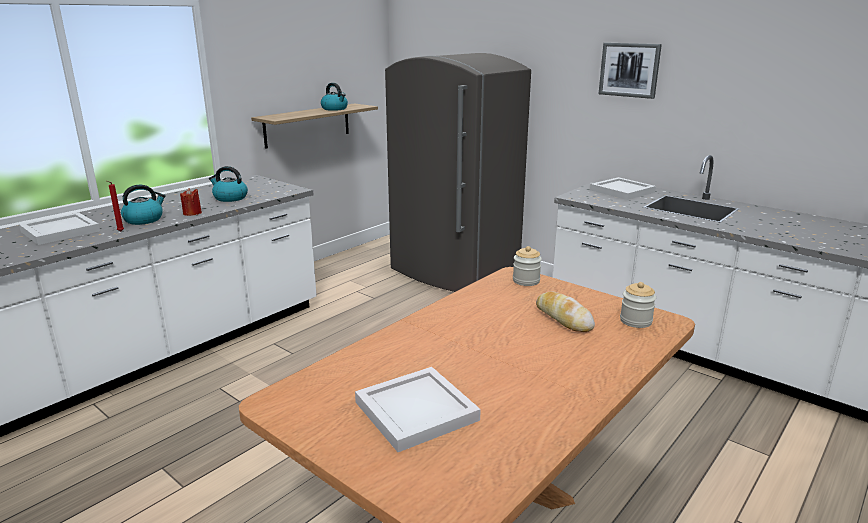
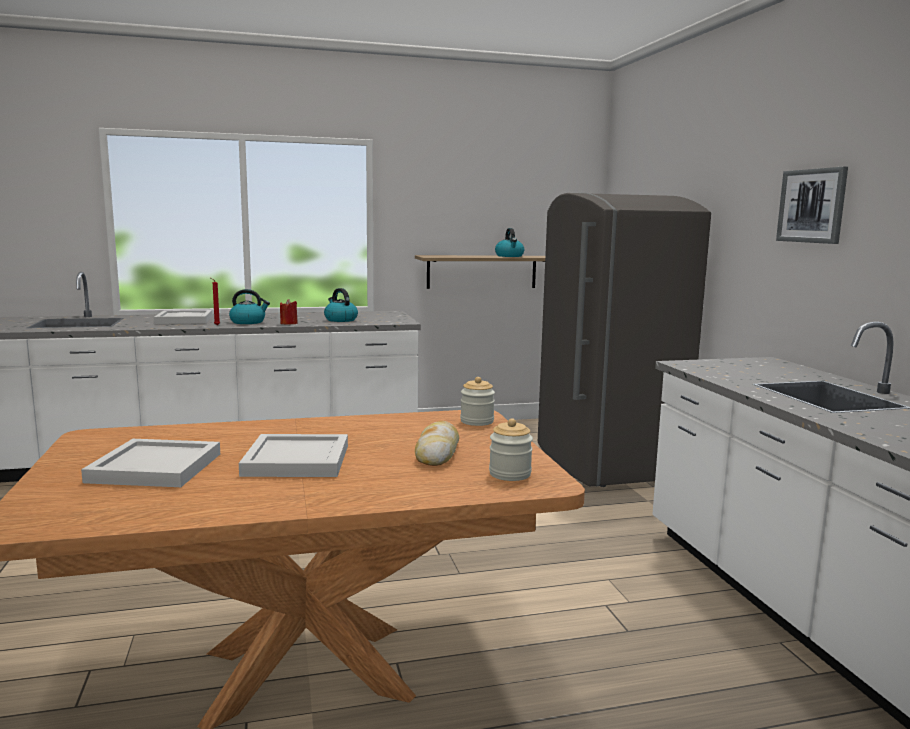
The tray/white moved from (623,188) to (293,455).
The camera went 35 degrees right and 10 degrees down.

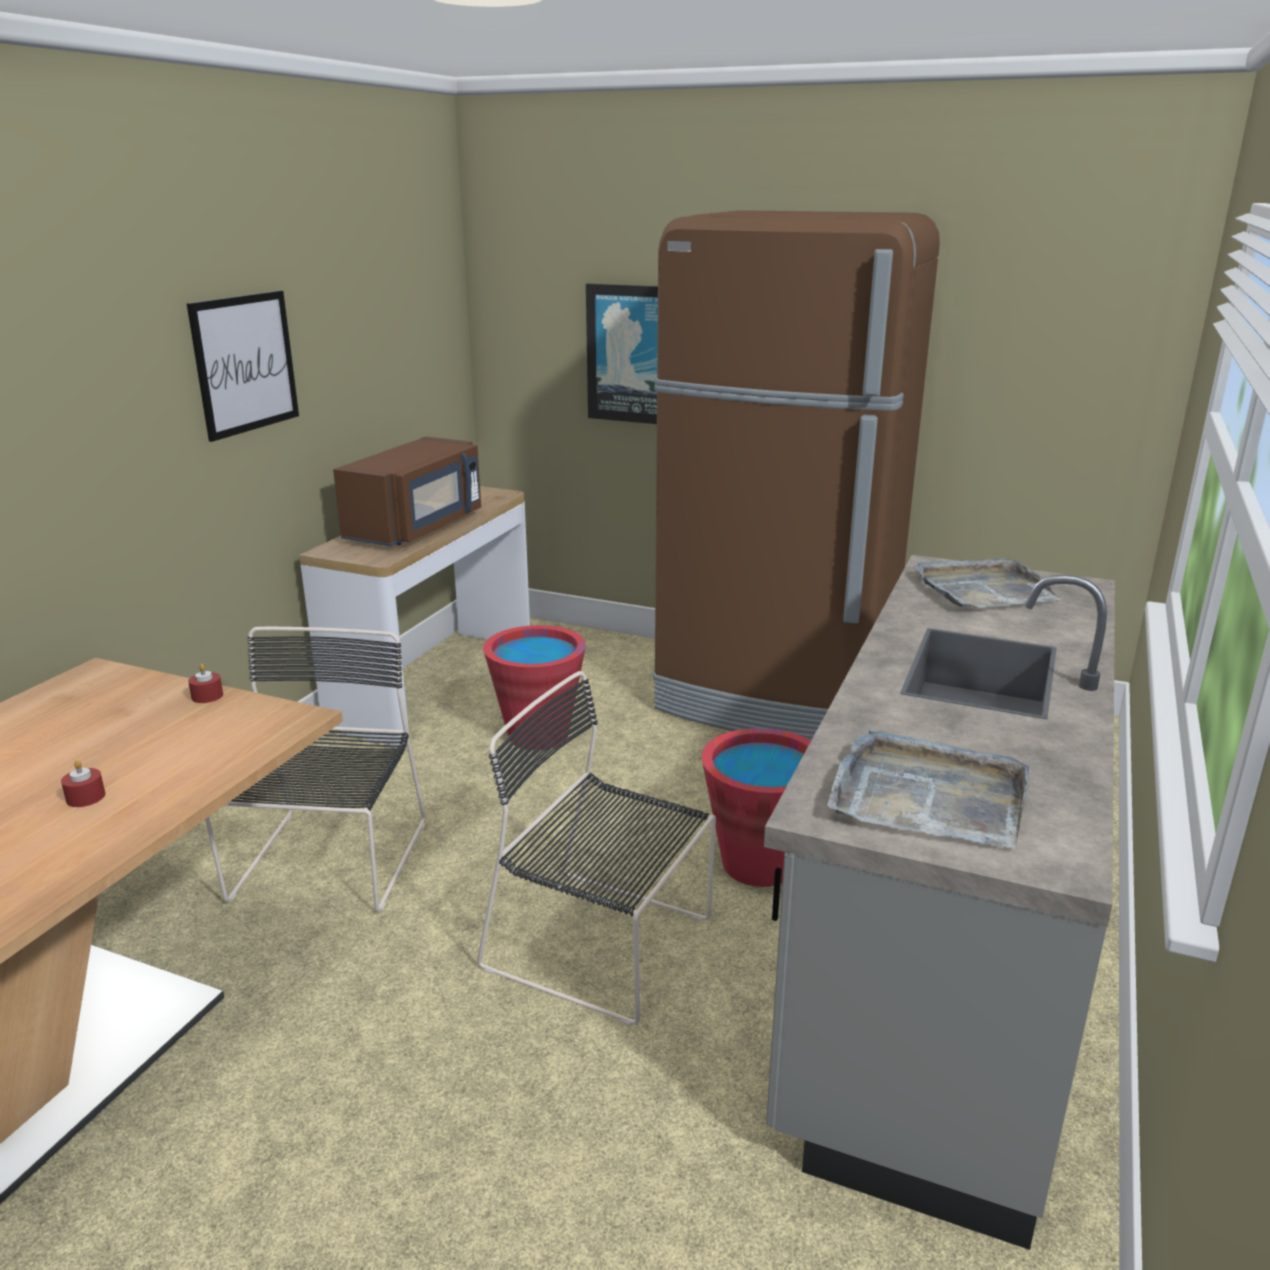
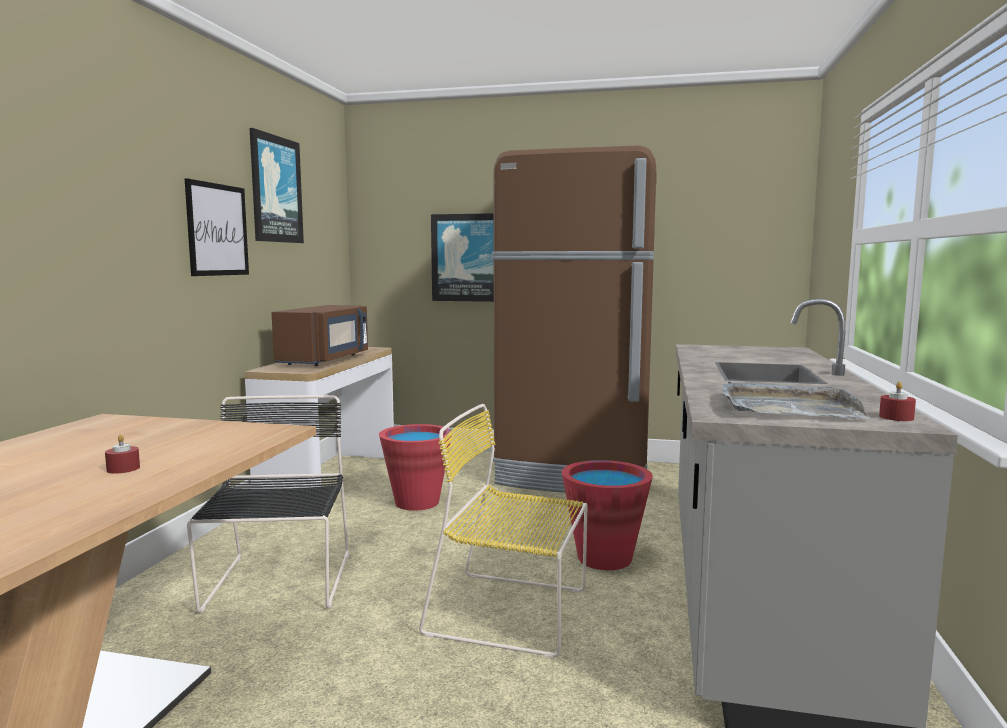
The picture at (277,185) appeared.
The chair/black at (596,848) became the chair/yellow at (503,531).
The candle/red moved from (205,683) to (897,401).
The tray/grey at (988,583) disappeared.
The camera went 10 degrees left and 15 degrees down.

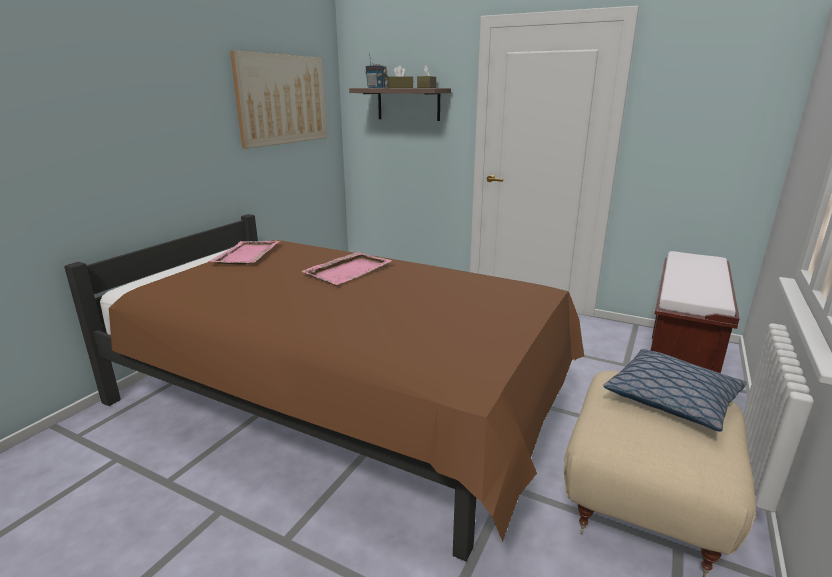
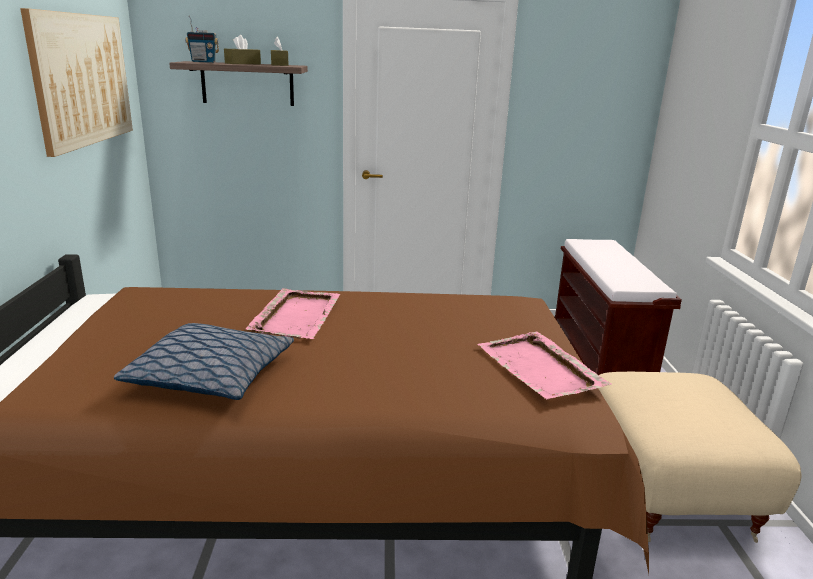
The pillow moved from (675,390) to (204,361).
The tray/pink moved from (244,252) to (544,365).
The camera went 30 degrees left and 0 degrees up.

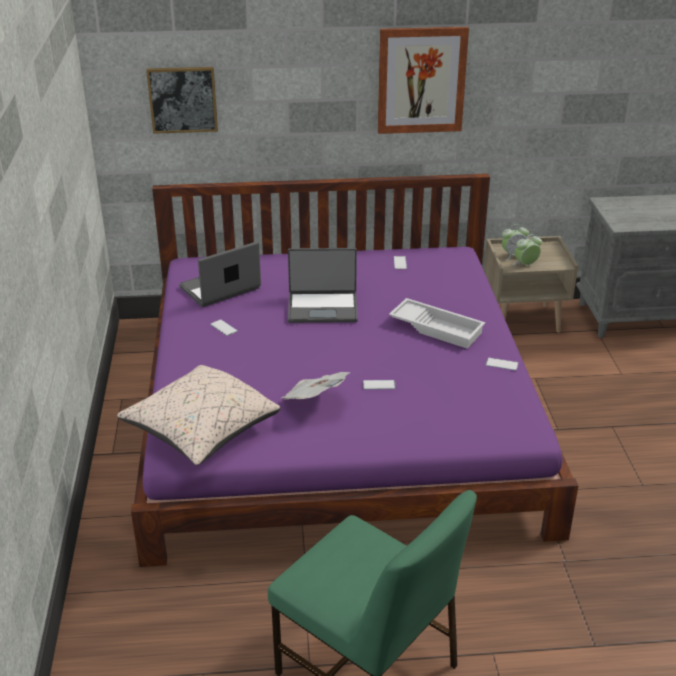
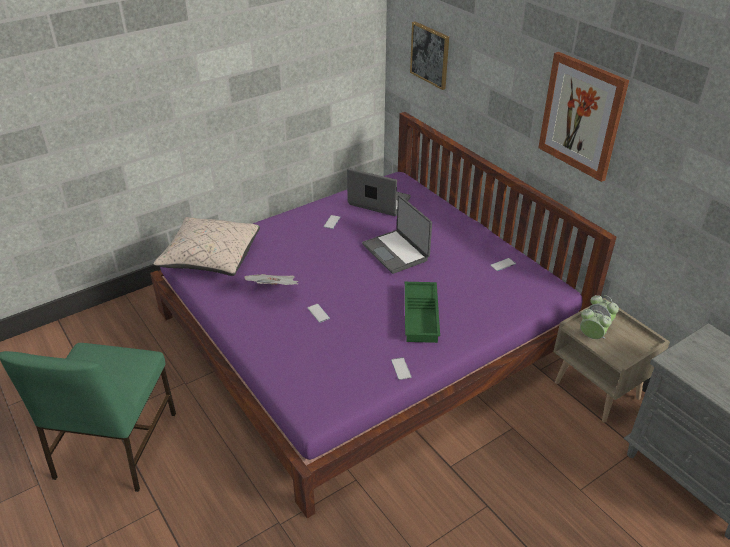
The tray/white at (437,323) became the tray/green at (422,312).
The camera went 60 degrees right and 5 degrees up.

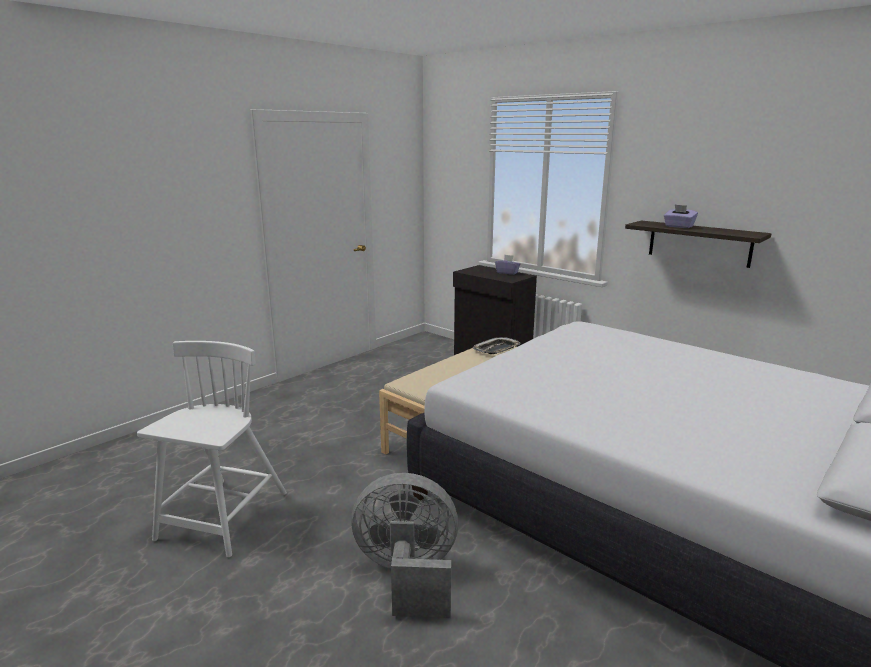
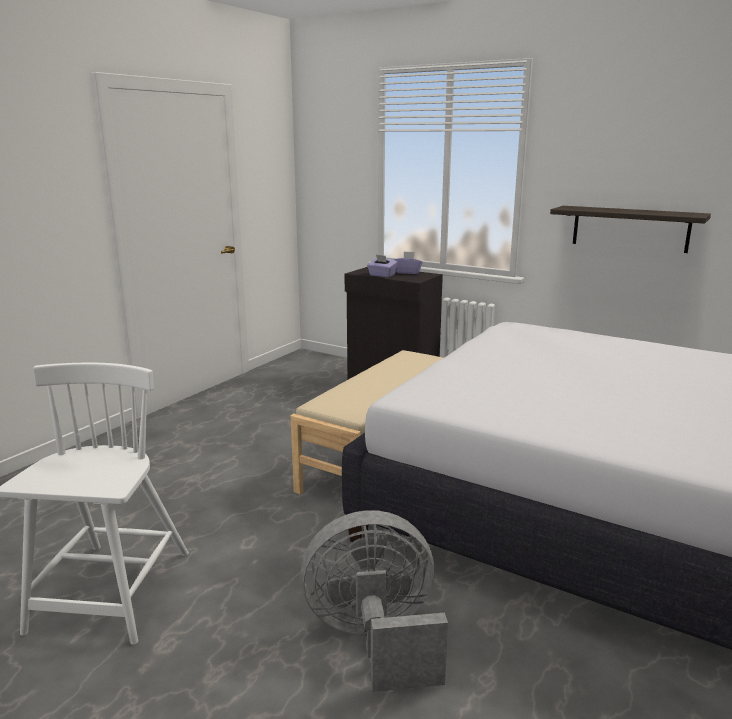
The tissue box/purple moved from (681,216) to (382,266).
The tray at (496,345) disappeared.
The camera went 10 degrees left and 0 degrees up.

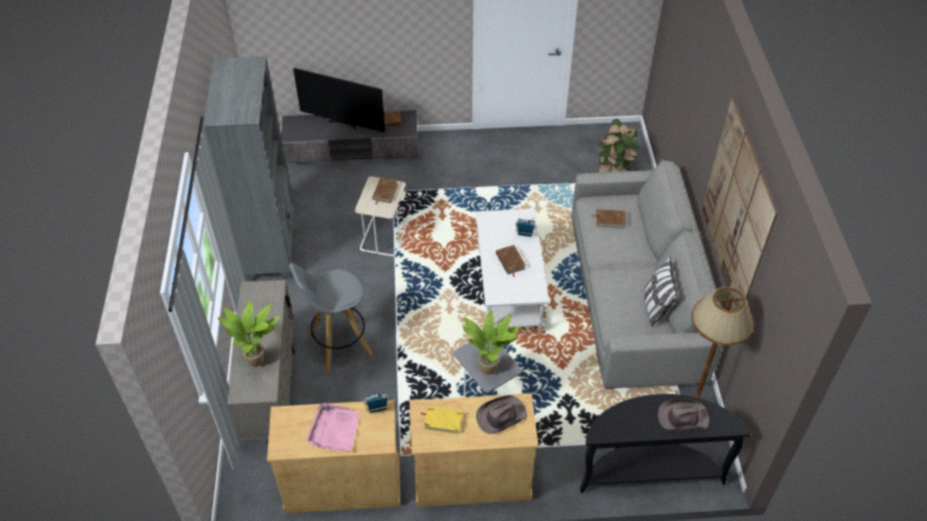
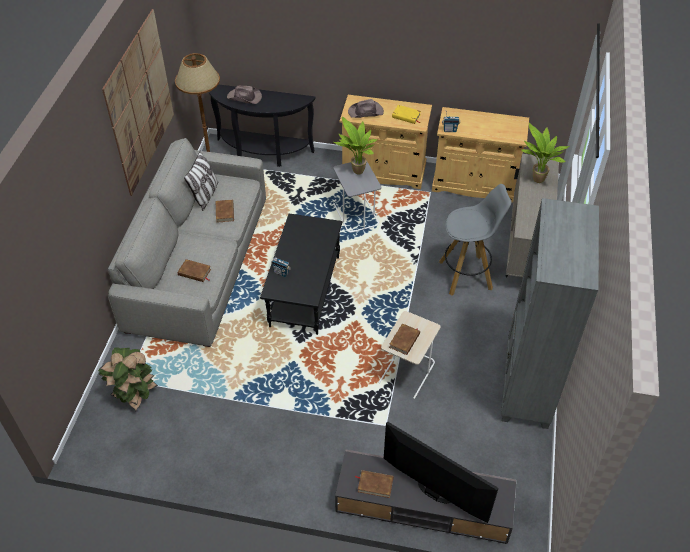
The book/brown moved from (511,261) to (225,211).
The coffee table/white at (512,271) became the coffee table/black at (301,274).
The tray/pink at (332,427) disappeared.
The camera went 165 degrees left and 0 degrees up.

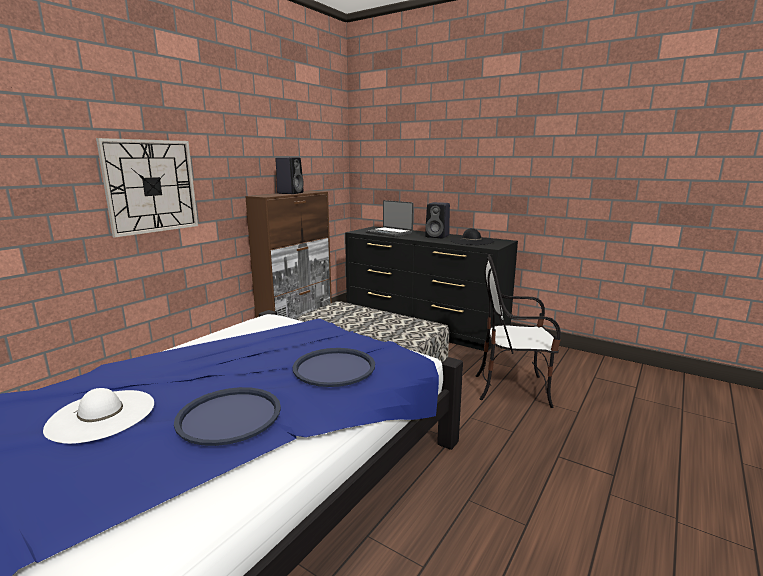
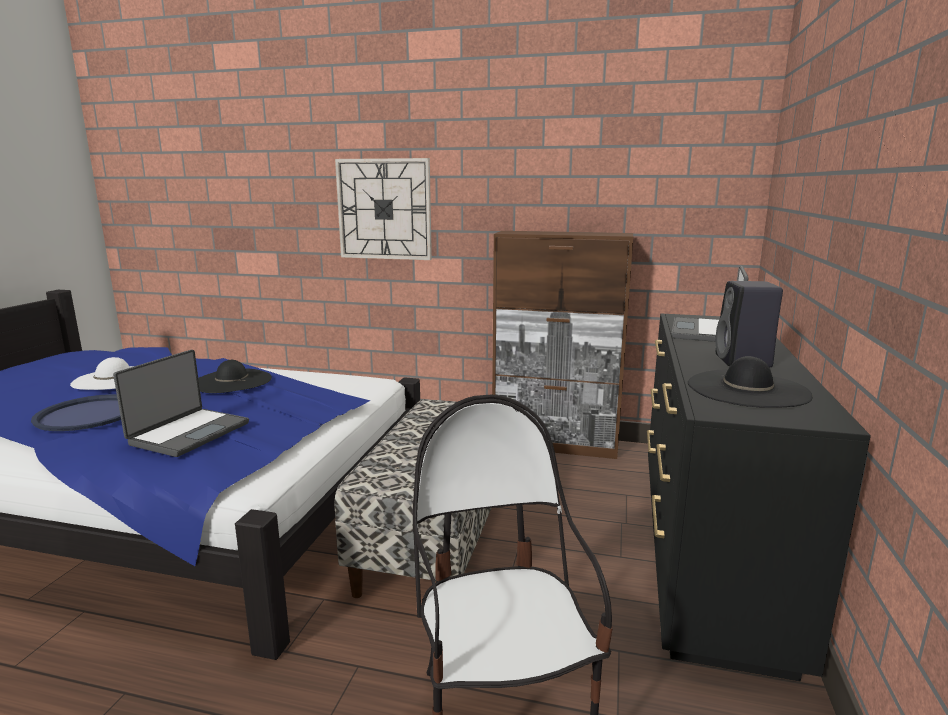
The tray/blue at (334,367) was replaced by the laptop at (181,403).
The hat/black at (235,376) appeared.
The speaker/black at (289,175) disappeared.
The camera went 70 degrees right and 0 degrees up.

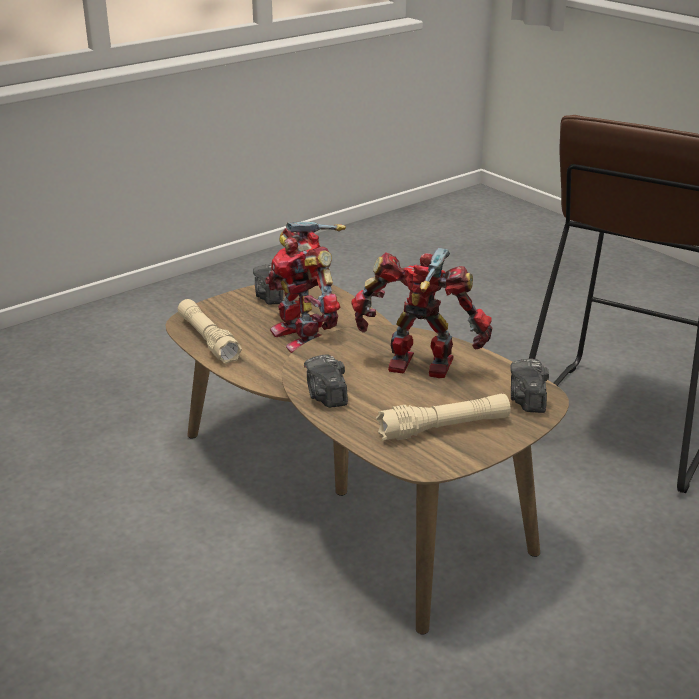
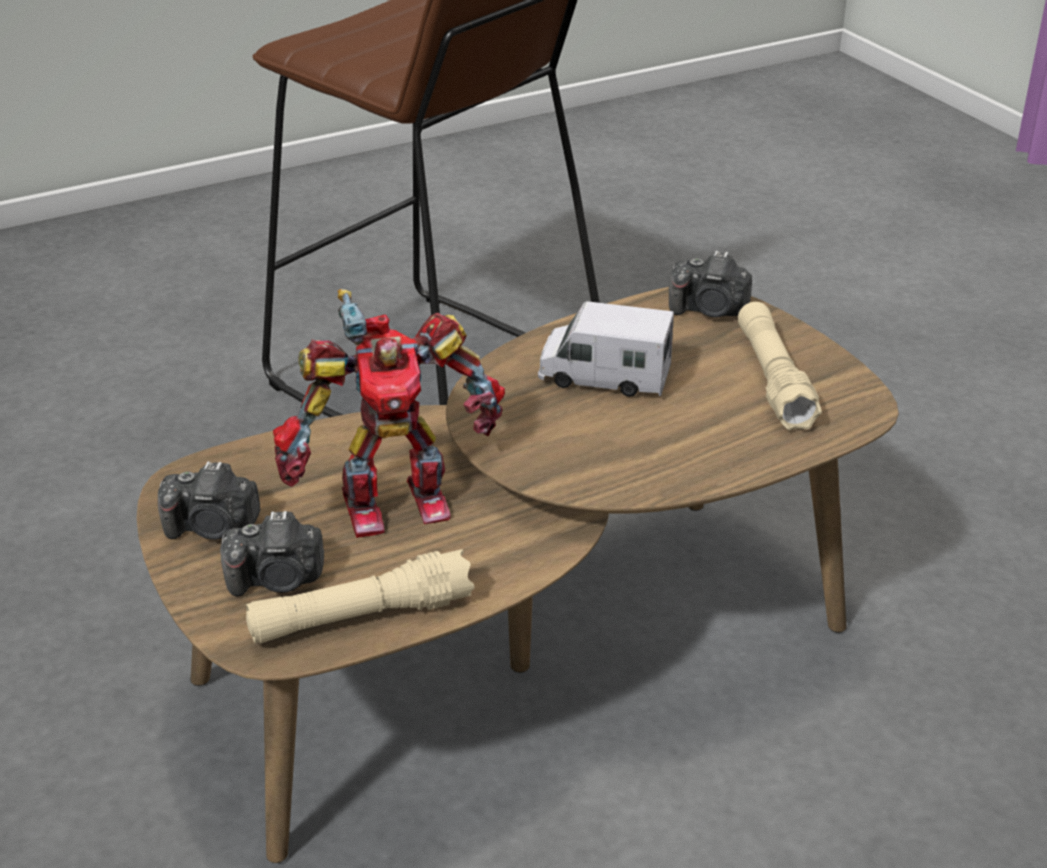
The photo camera moved from (326,381) to (272,553).
The toy robot at (421,313) was replaced by the toy truck at (606,349).
The camera went 80 degrees left and 5 degrees up.

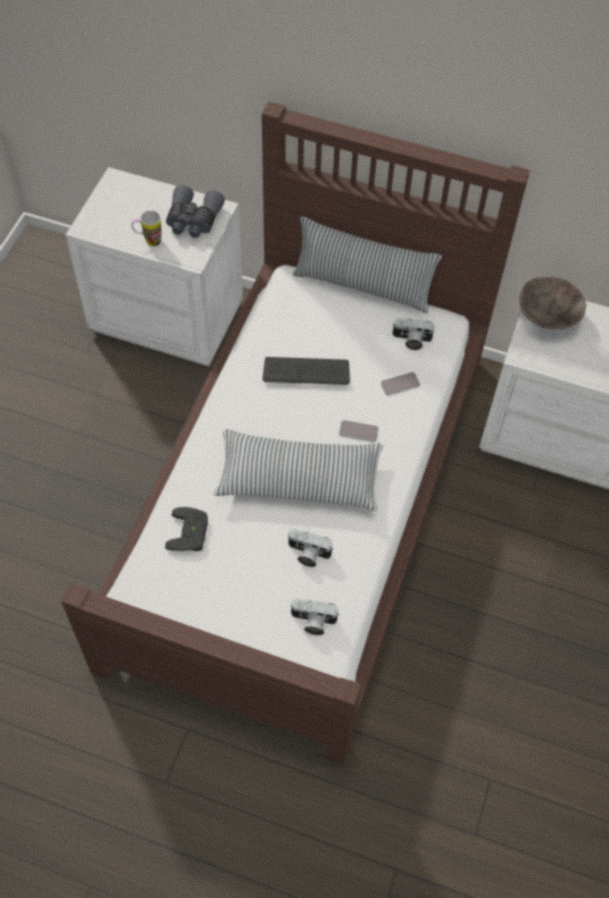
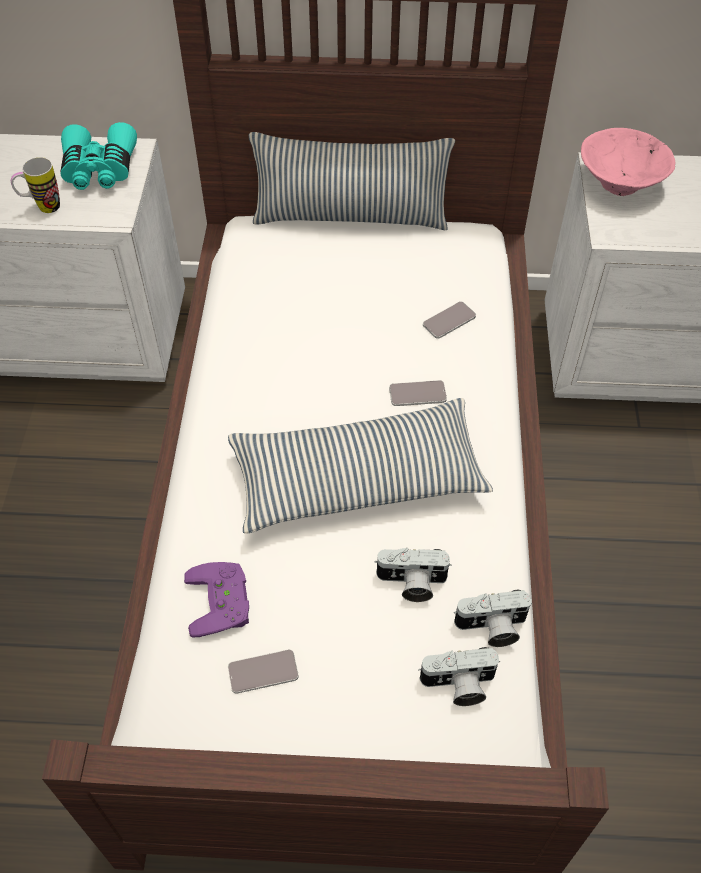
The binoculars/grey at (195,211) became the binoculars/turquoise at (98,156).
The game controller/black at (186,529) became the game controller/purple at (216,600).
The phone at (263,671) appeared.
The photo camera moved from (413,334) to (493,618).
The bowl/brown at (552,302) became the bowl/pink at (628,162).
The keyboard at (306,371) disappeared.
The camera went 15 degrees left and 5 degrees down.

